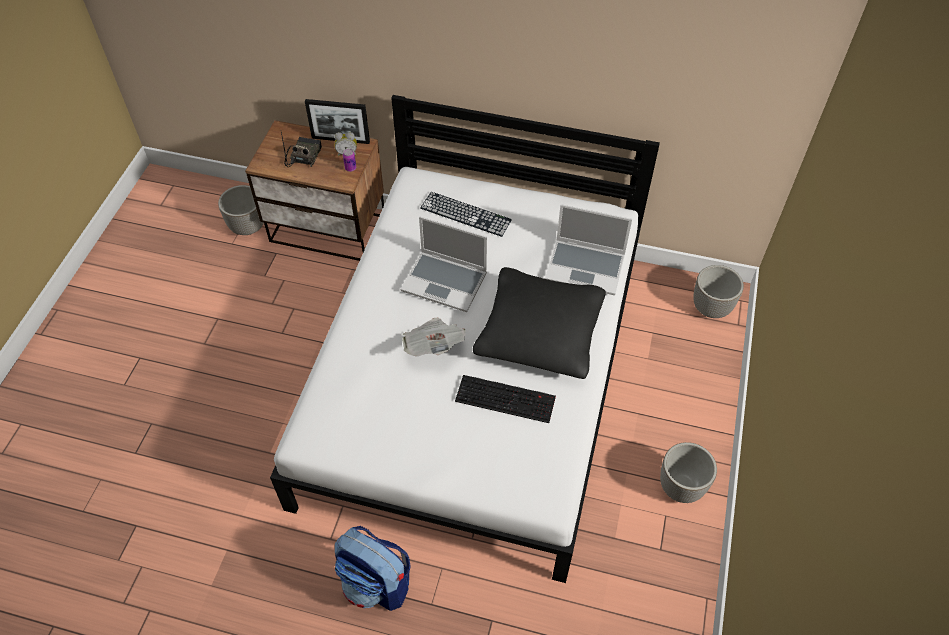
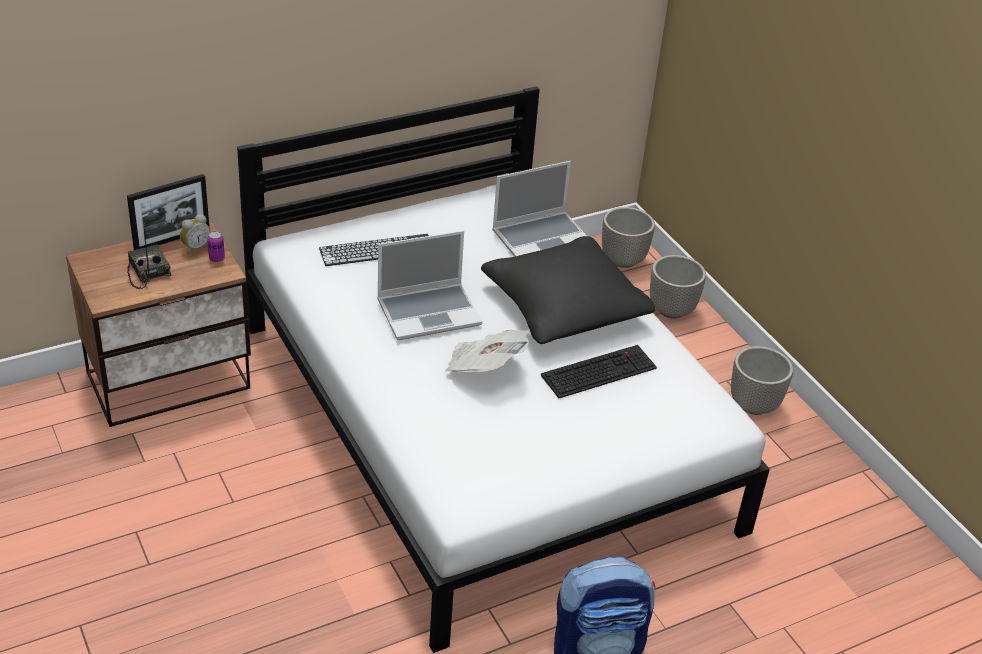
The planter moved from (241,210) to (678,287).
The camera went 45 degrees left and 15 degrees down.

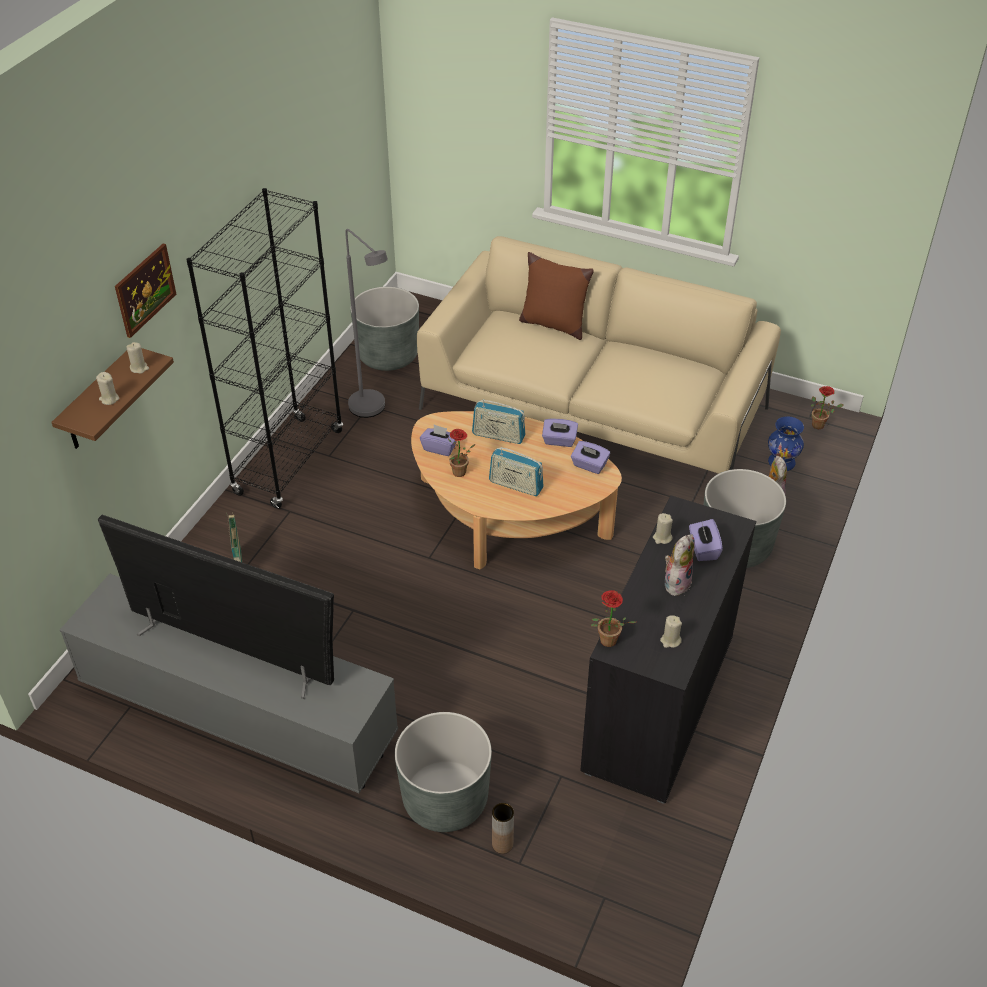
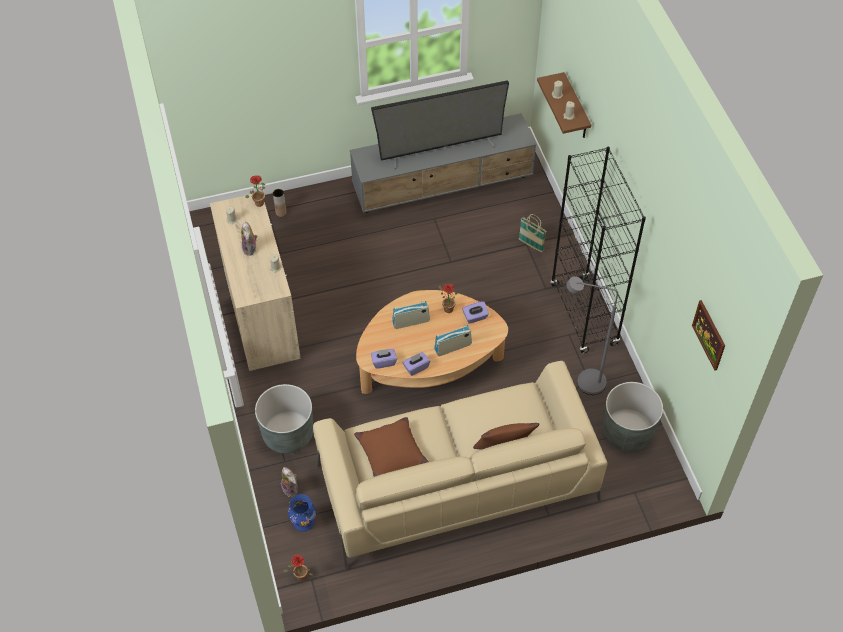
The cabinet/black at (668,649) became the cabinet/beige at (255,283).
The pillow/brown at (391,447) appeared.
The picture moved from (145,290) to (708,335).
The planter/grey at (443,772) disappeared.
The tissue box/purple at (706,540) disappeared.
The camera went 140 degrees right and 10 degrees up.

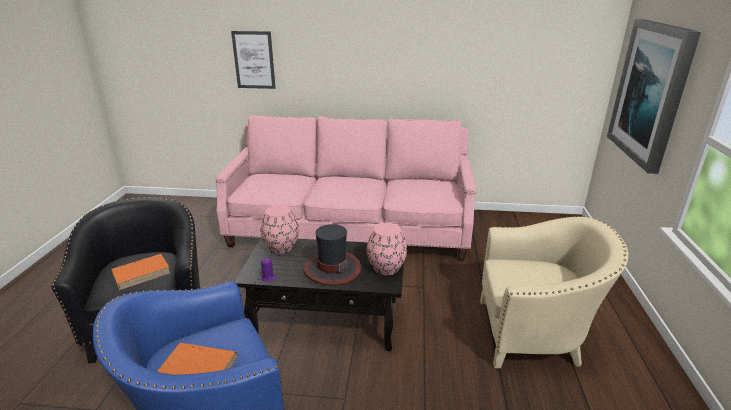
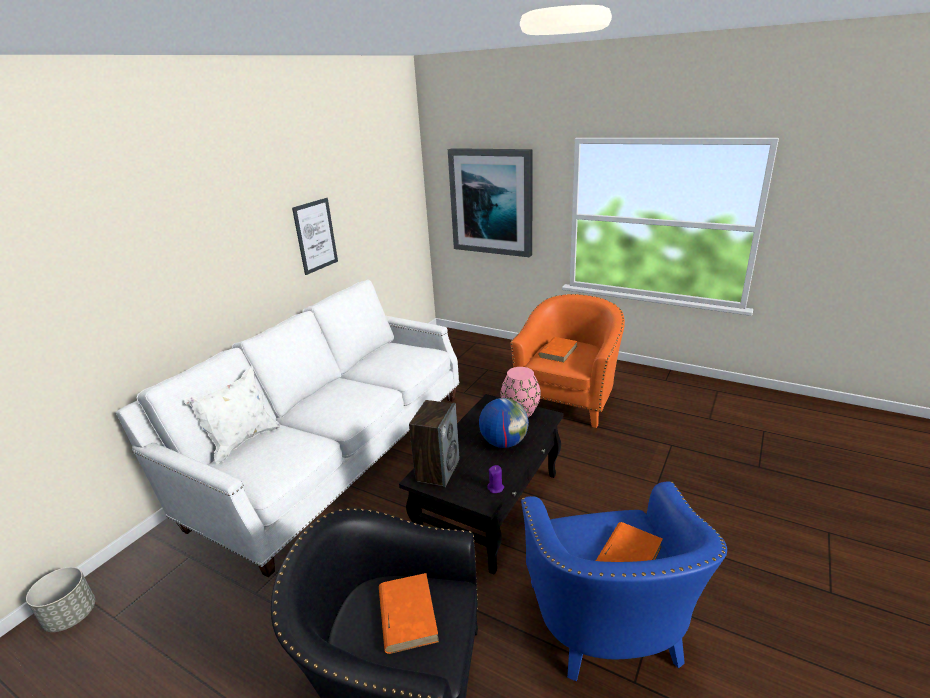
The planter/grey at (60,599) appeared.
The sofa/pink at (345,187) became the sofa/white at (288,428).
The pillow/white at (232,415) appeared.
The picture moved from (253,60) to (315,236).
The vase/pink at (280,229) was replaced by the speaker at (434,443).
The hat at (332,255) was replaced by the globe at (504,423).
The armchair/beige at (554,292) became the armchair/orange at (568,361).
The book/orange at (558,350) appeared.
The camera went 65 degrees left and 0 degrees up.

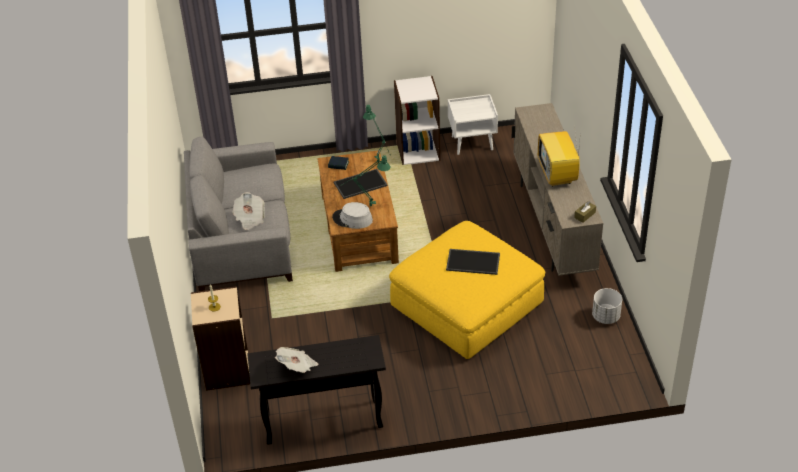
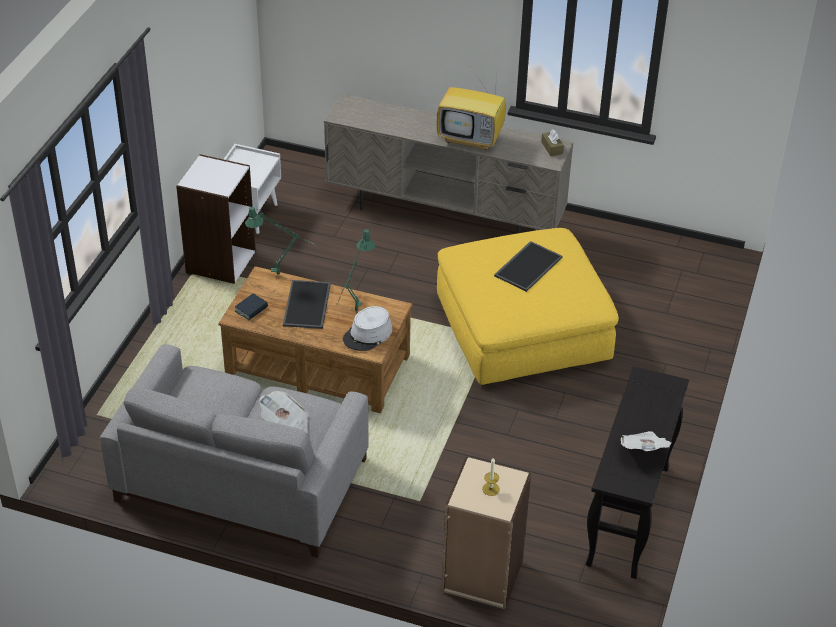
The planter/white at (607,306) disappeared.
The camera went 65 degrees left and 0 degrees up.

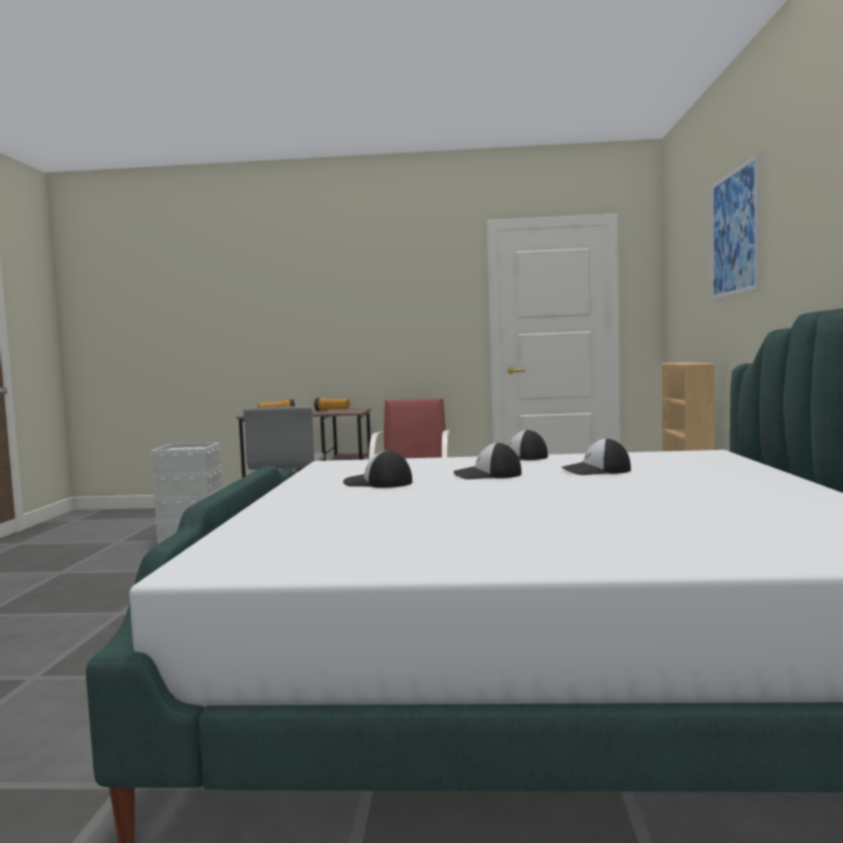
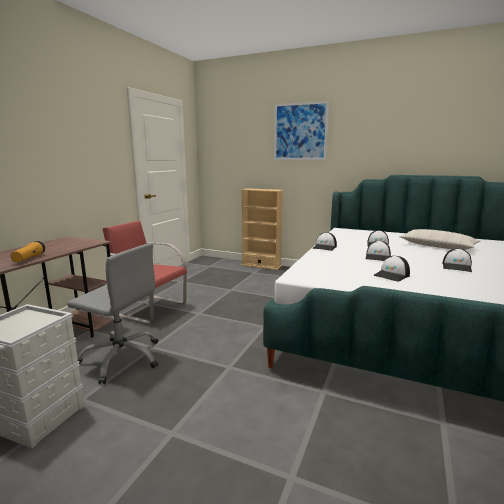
The pillow/beige at (440,239) appeared.
The cap at (457,260) appeared.
The flashlight at (332,404) disappeared.
The camera went 70 degrees left and 10 degrees up.

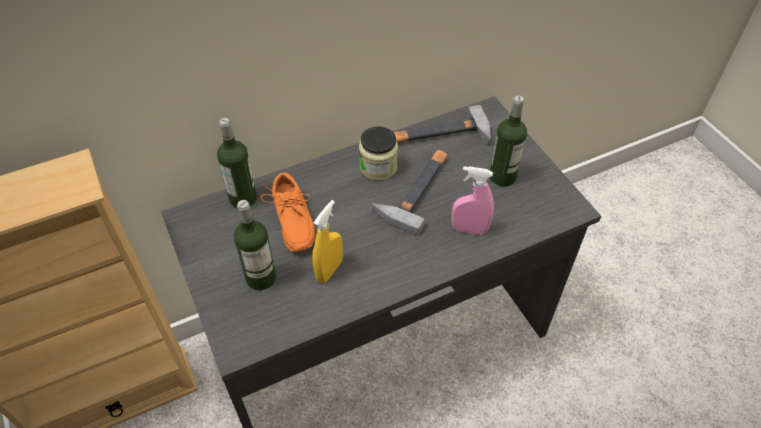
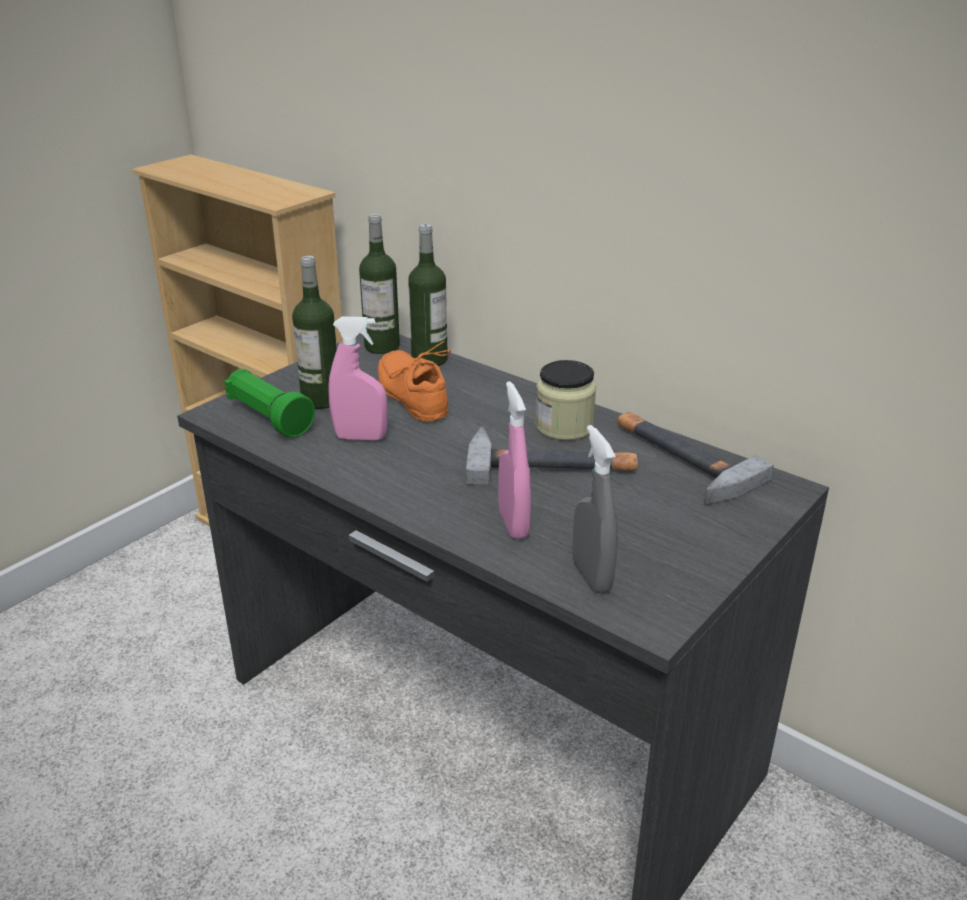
The flashlight/green at (269,403) appeared.
The spray bottle/yellow at (327,241) became the spray bottle/pink at (358,378).
The bottle moved from (508,141) to (379,284).
The shoe/orange at (288,212) turned 105 degrees clockwise.
The spray bottle/grey at (595,509) appeared.
The camera went 65 degrees right and 20 degrees down.

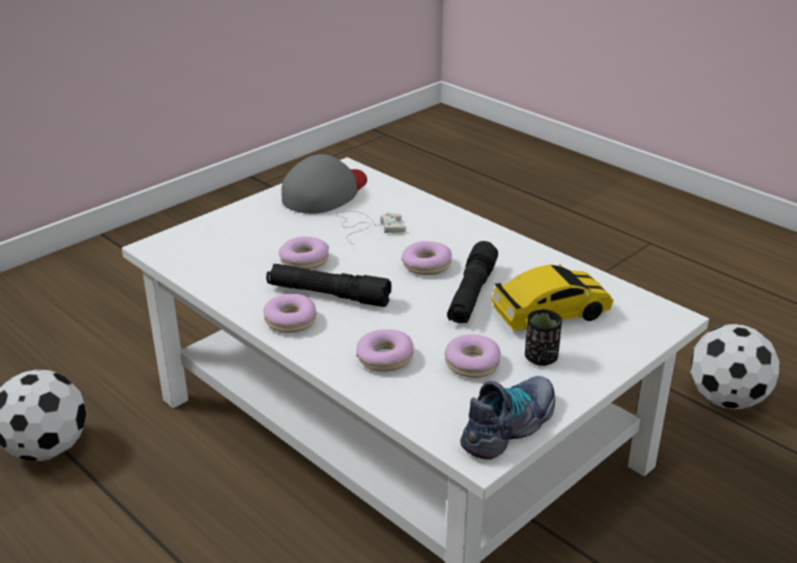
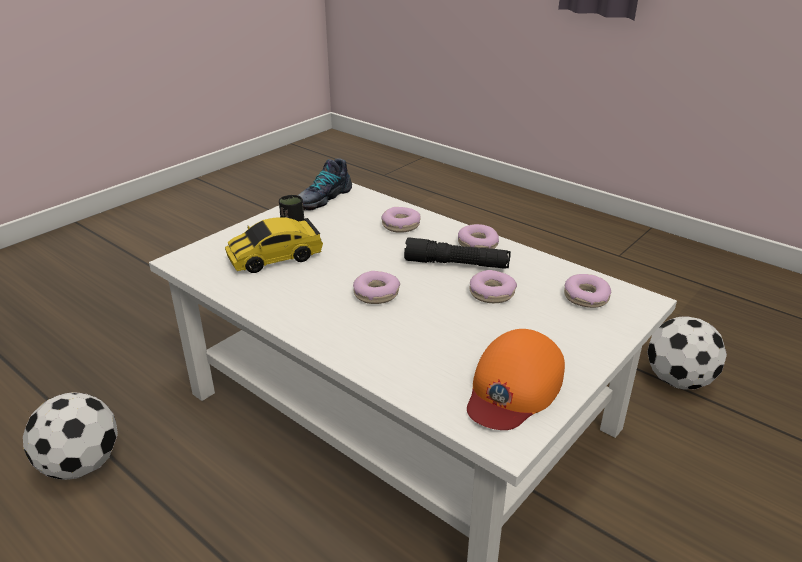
The cap/grey at (324,184) became the cap/orange at (516,379).
The donut moved from (473,356) to (587,291).
The game controller/white at (371,228) disappeared.
The flashlight/black at (472,282) disappeared.
The camera went 175 degrees right and 0 degrees up.

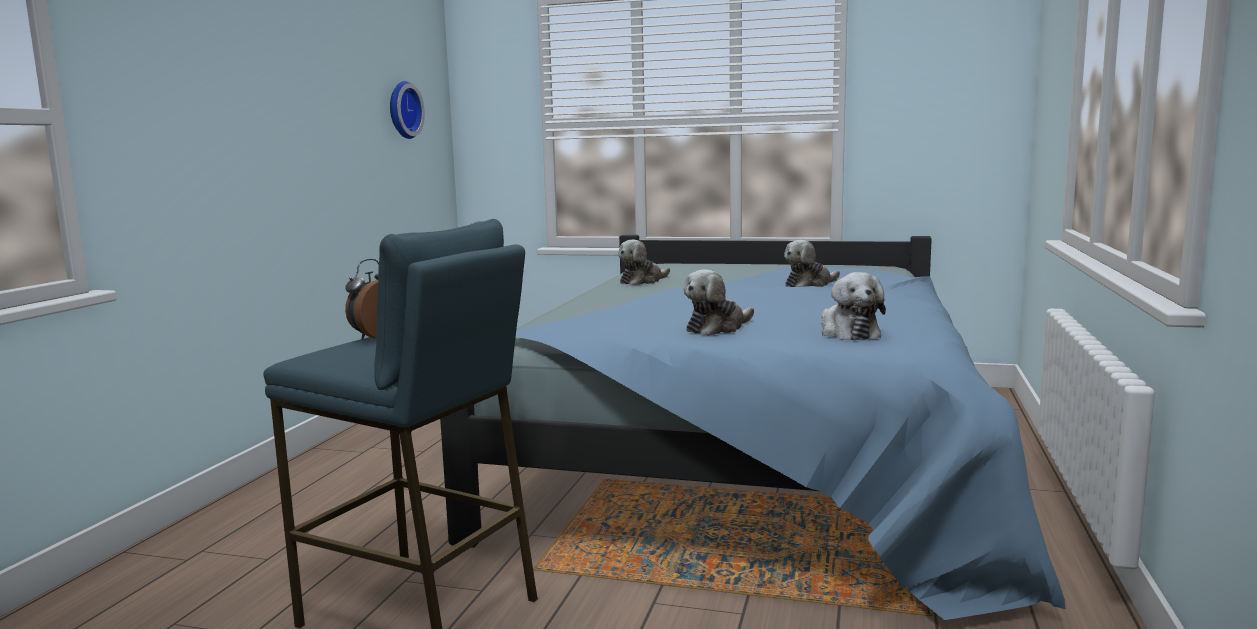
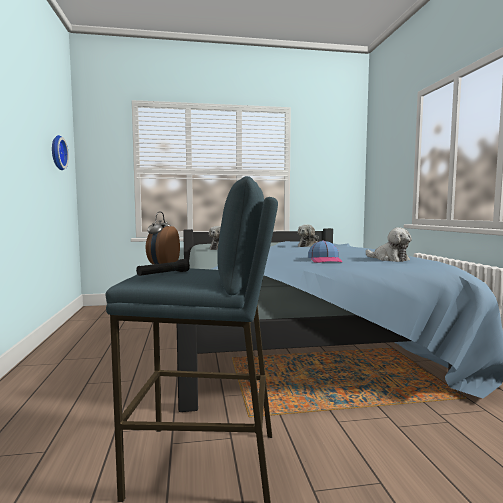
The flashlight/black at (163,267) appeared.
The plush toy at (719,302) was replaced by the cap at (325,251).
The camera went 25 degrees left and 5 degrees down.

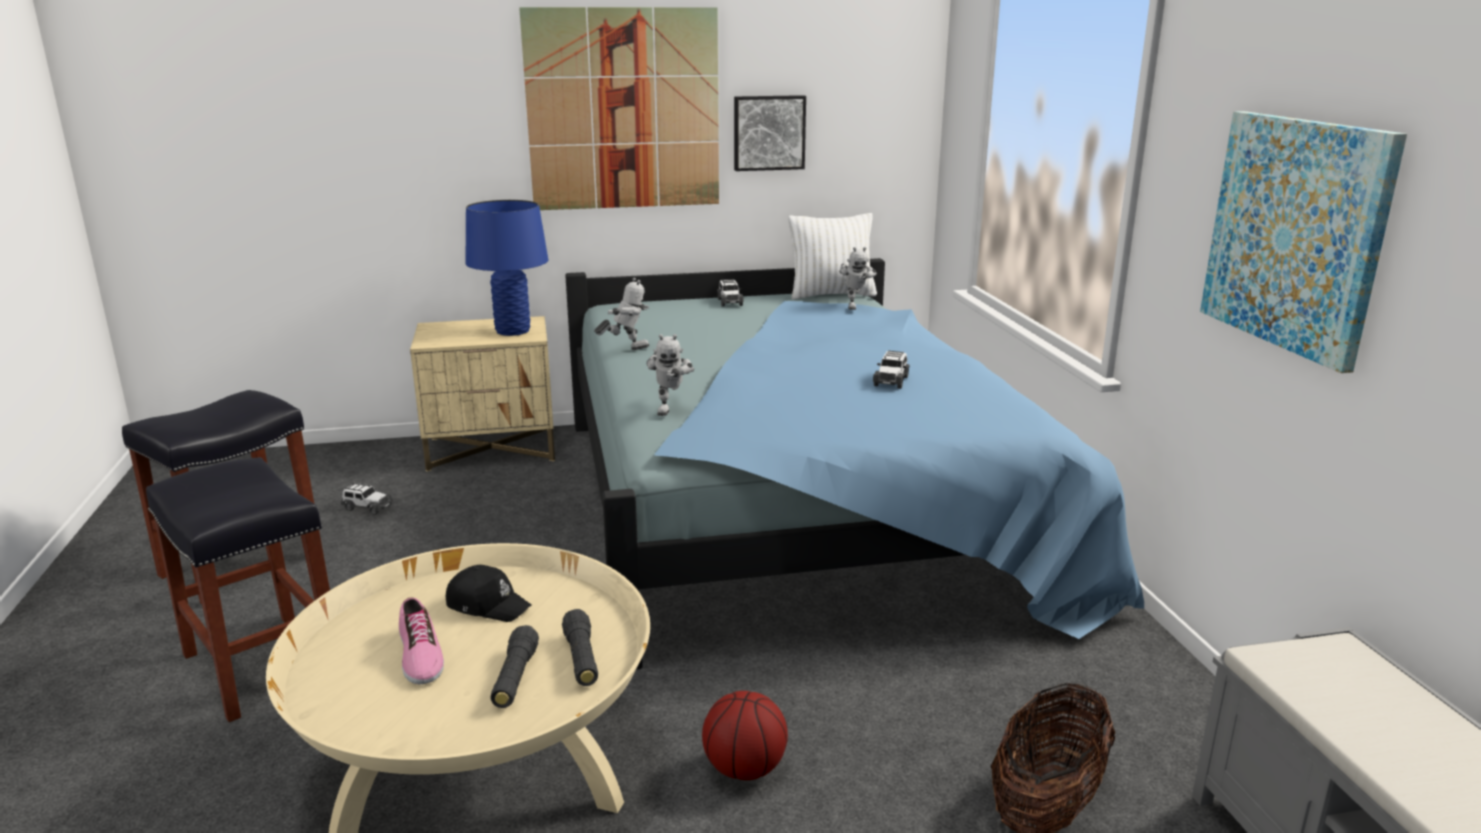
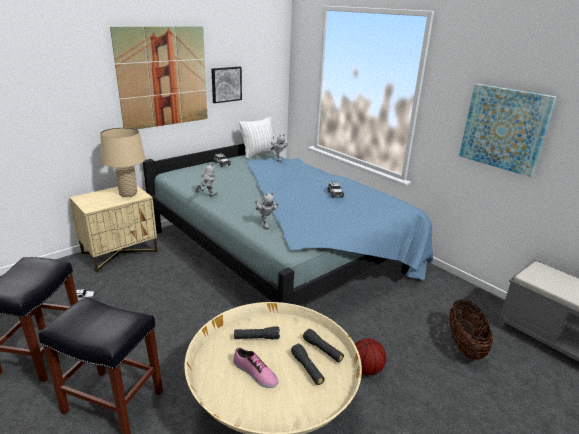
The table lamp/blue at (507,268) became the table lamp/beige at (122,162).
The cap/black at (489,593) was replaced by the flashlight/black at (257,332).
The camera went 30 degrees left and 5 degrees up.

